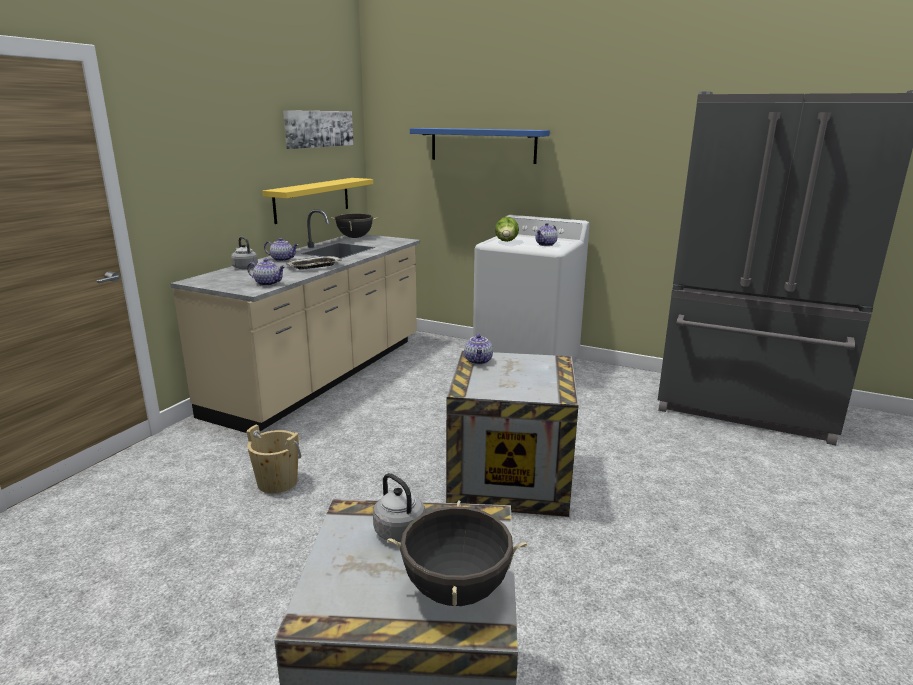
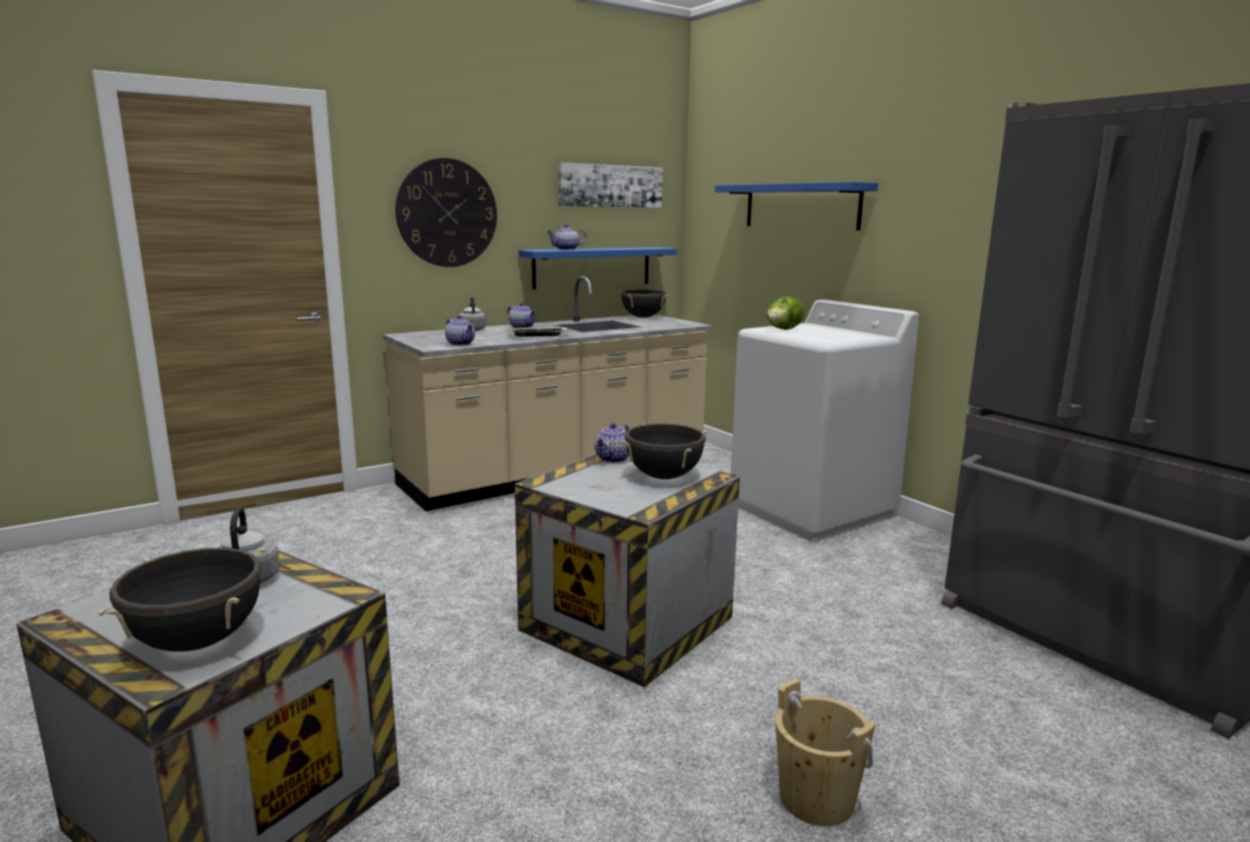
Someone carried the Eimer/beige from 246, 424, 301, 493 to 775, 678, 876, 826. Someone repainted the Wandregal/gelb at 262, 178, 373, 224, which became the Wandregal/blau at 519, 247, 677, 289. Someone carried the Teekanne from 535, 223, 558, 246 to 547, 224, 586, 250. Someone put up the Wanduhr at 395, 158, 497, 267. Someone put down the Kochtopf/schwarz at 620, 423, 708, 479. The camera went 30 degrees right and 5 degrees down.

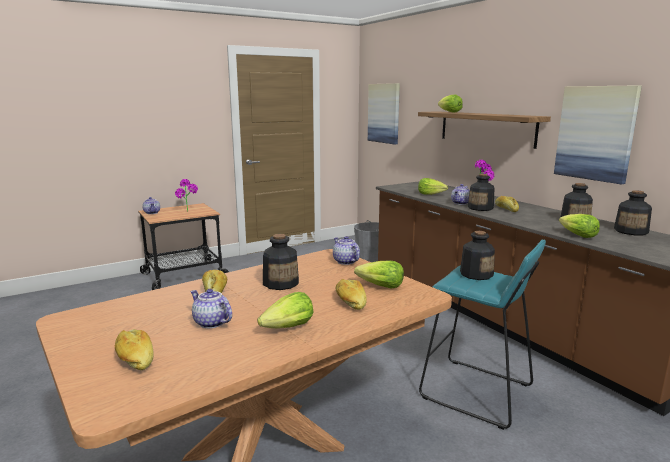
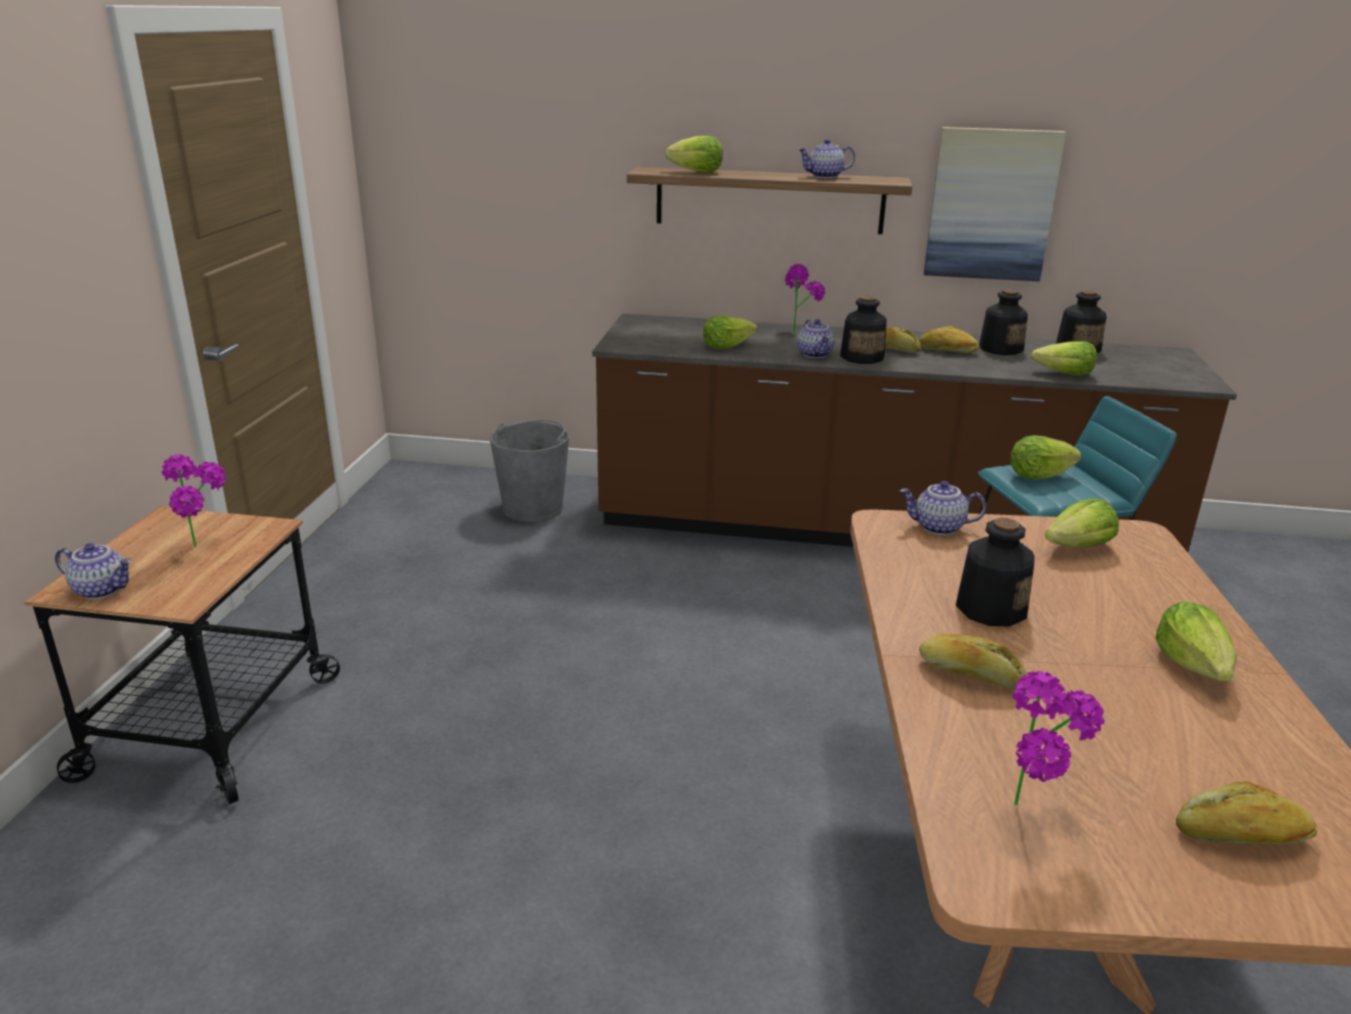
Someone carried the Teekanne from 190, 289, 232, 328 to 798, 139, 855, 178. Someone carried the Brot from 336, 279, 367, 310 to 919, 326, 979, 353. Someone took away the Bild at 368, 83, 400, 144. Someone swapped the Flasche at 460, 231, 495, 280 for the Salatkopf at 1010, 435, 1081, 479. Someone put down the Topfpflanze at 1013, 671, 1105, 806. The camera went 50 degrees left and 10 degrees up.

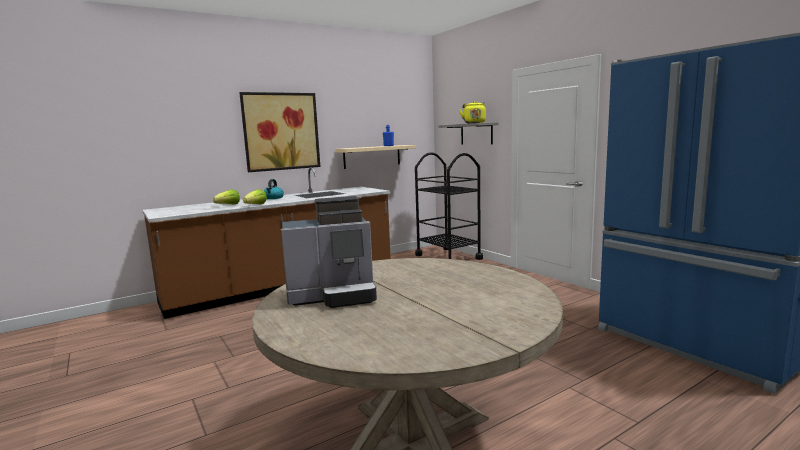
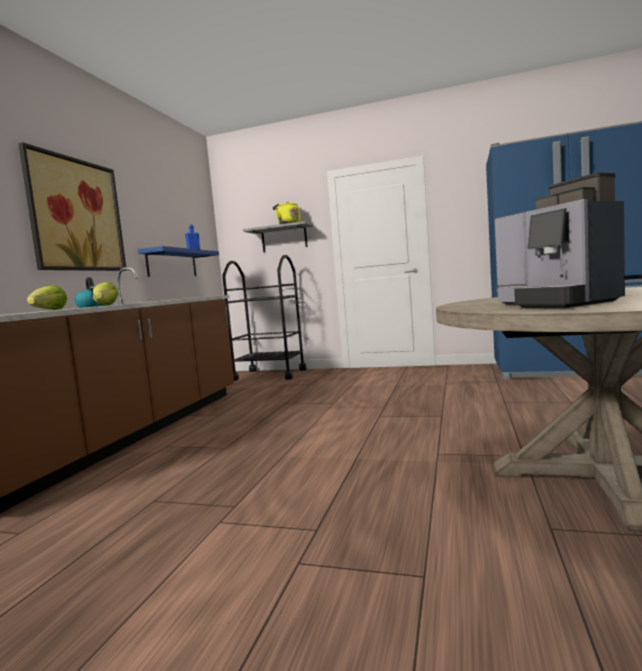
Someone rotated the Kaffeemaschine at 281, 196, 377, 308 by 120 degrees clockwise. Someone repainted the Wandregal/beige at 336, 145, 416, 169, which became the Wandregal/blau at 138, 246, 219, 277. The camera went 40 degrees left and 5 degrees down.

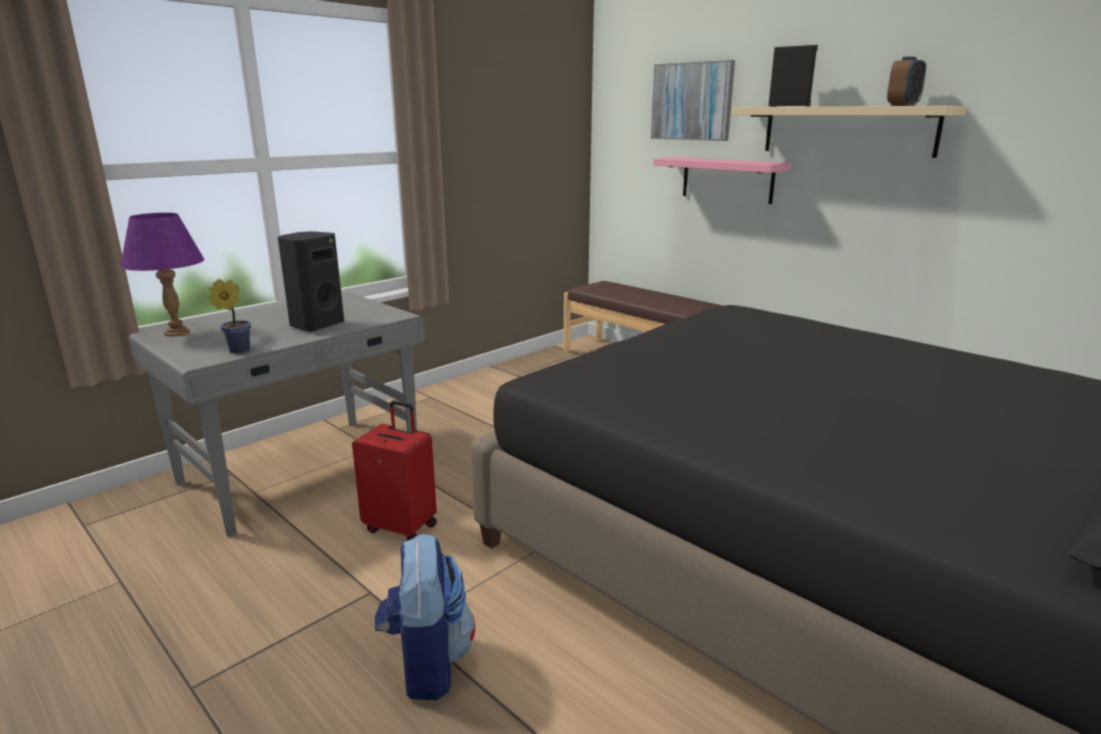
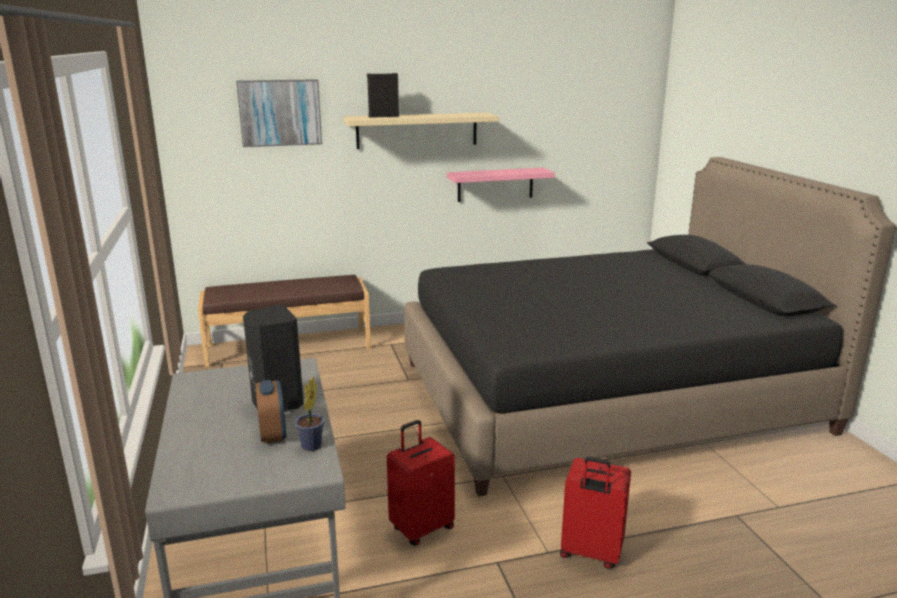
Someone took away the Tischlampe/lila at 120, 213, 204, 337. Someone swapped the Rucksack at 375, 534, 475, 700 for the Koffer/rot at 560, 457, 631, 569. Someone carried the Wandregal/rosa from 653, 157, 791, 204 to 447, 168, 555, 202. Someone carried the Wecker from 887, 56, 926, 106 to 255, 380, 287, 444. The camera went 60 degrees left and 0 degrees up.

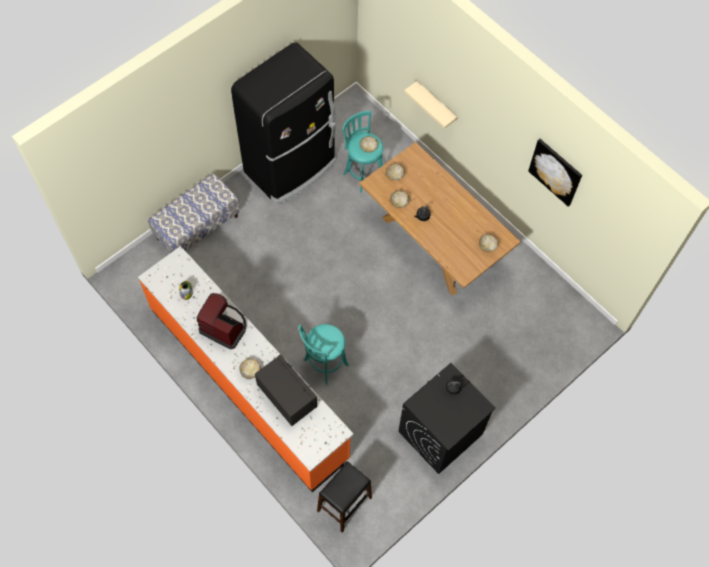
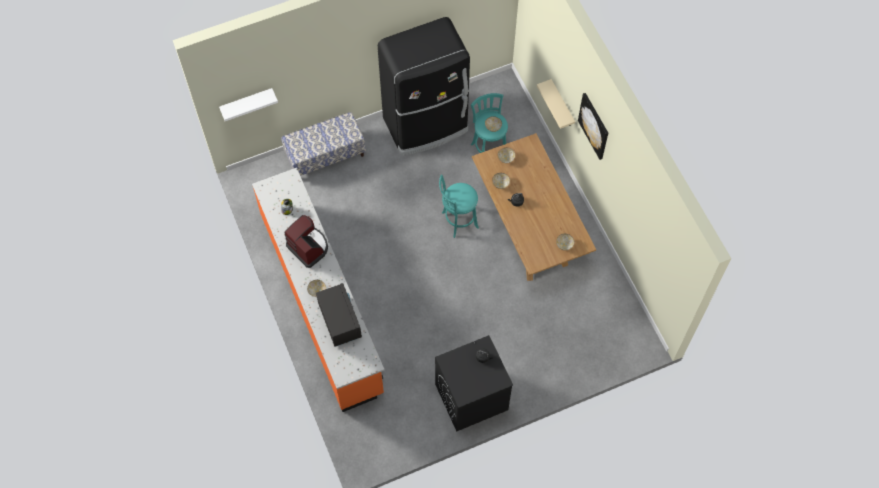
Someone carried the Hocker/türkis from 299, 324, 349, 384 to 439, 174, 479, 238. Someone took away the Hocker/schwarz at 317, 461, 372, 533. Someone carried the Bild from 528, 139, 582, 207 to 578, 93, 608, 160. Someone put up the Wandregal/weiß at 219, 88, 278, 121. The camera went 20 degrees right and 0 degrees up.

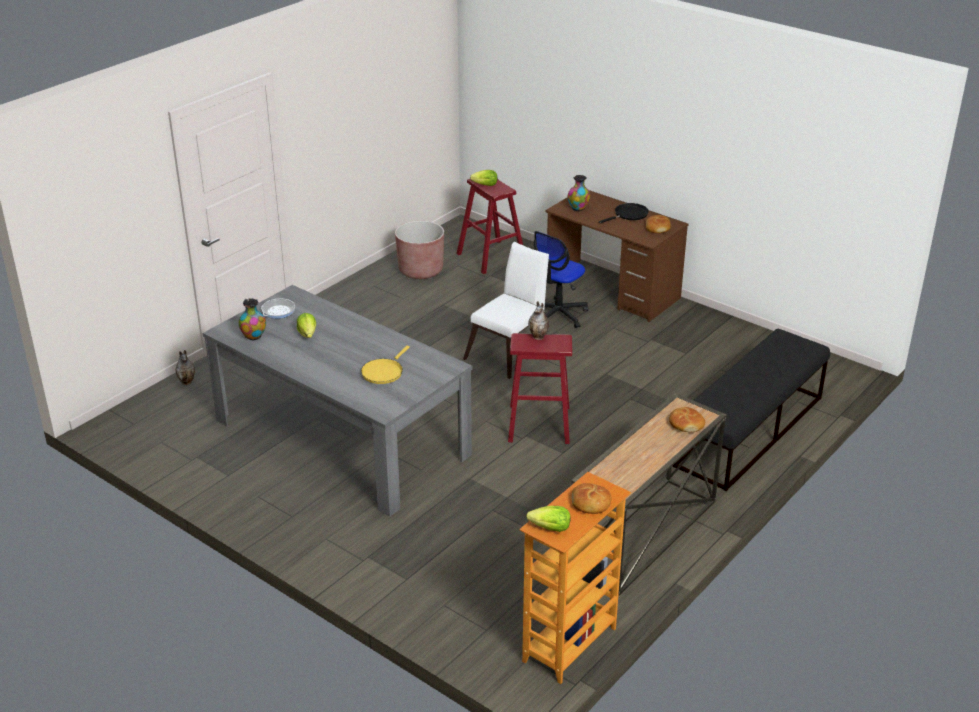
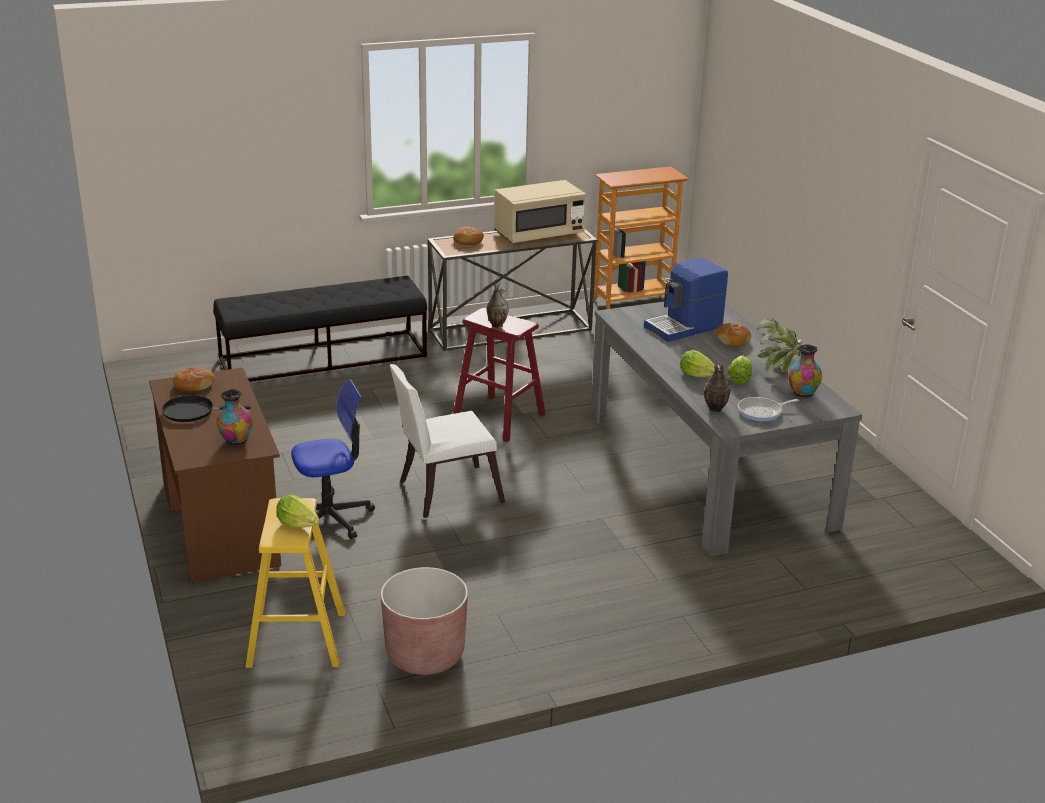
Someone carried the Vase from 176, 350, 195, 385 to 704, 364, 731, 412. Someone swapped the Pfanne/gelb at 361, 346, 410, 384 for the Kaffeemaschine at 644, 257, 728, 342. Someone repainted the Hocker/rot at 457, 179, 523, 274, which became the Hocker/gelb at 245, 498, 345, 668. Someone carried the Salatkopf from 526, 506, 571, 532 to 680, 350, 715, 377. Someone carried the Brot from 571, 483, 611, 514 to 715, 323, 751, 347. Someone put down the Mikrowelle/beige at 494, 180, 586, 243. Someone put down the Topfpflanze at 757, 318, 803, 372. The camera went 150 degrees left and 5 degrees down.

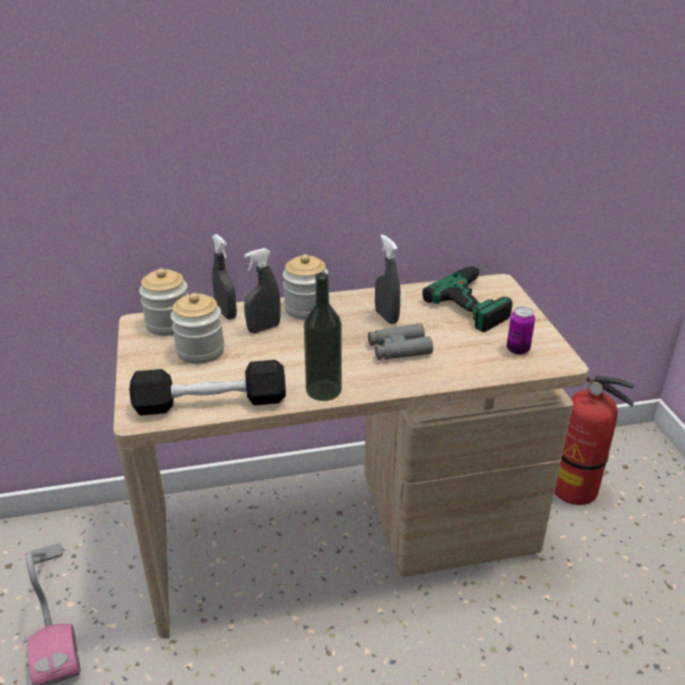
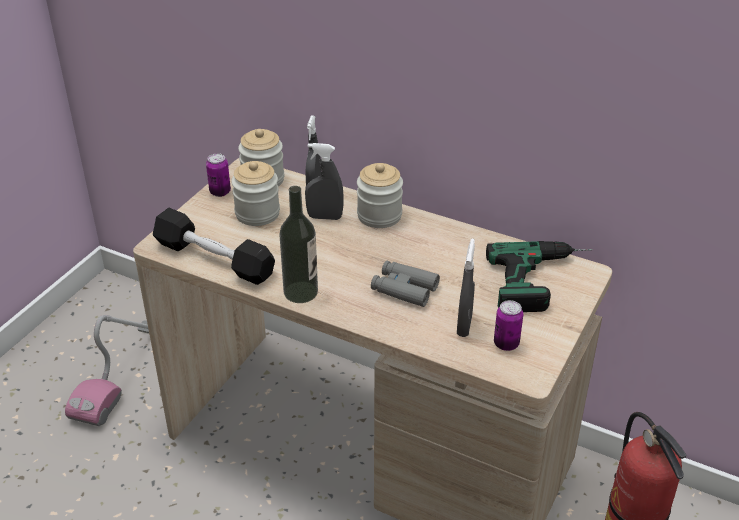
Someone carried the Sprühflasche/grau from 375, 234, 401, 324 to 457, 239, 475, 337. Someone put down the Dose at 206, 153, 231, 197. The camera went 40 degrees right and 5 degrees up.

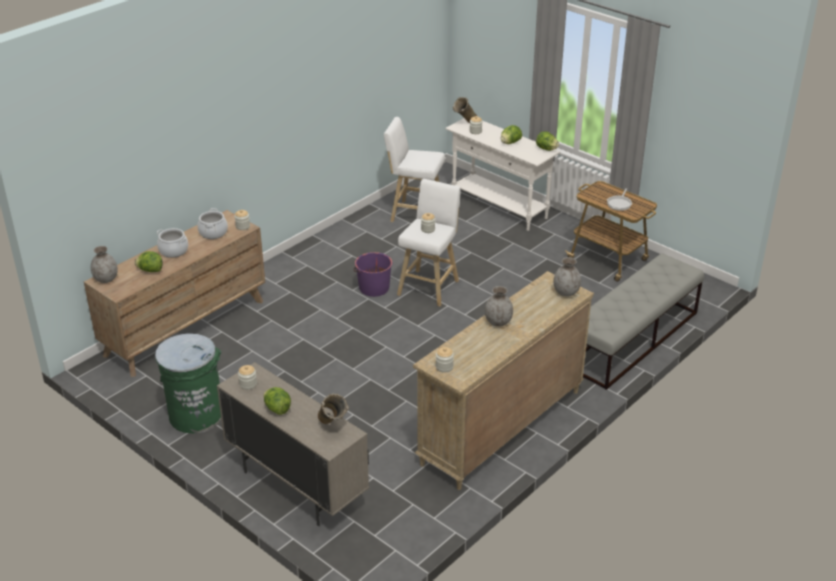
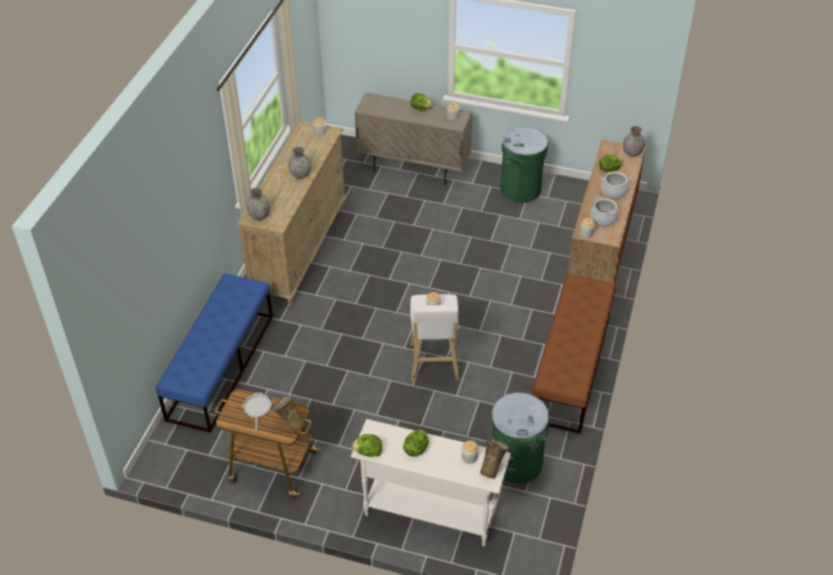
Someone carried the Vase/beige from 318, 393, 349, 424 to 271, 396, 305, 432. Someone took away the Eimer/lila at 354, 252, 393, 297. Someone swapped the Hocker/weiß at 384, 117, 445, 222 for the Mülleimer/grün at 492, 392, 550, 485. Someone repainted the Bank/grau at 583, 253, 704, 390, which became the Bank/blau at 156, 274, 273, 433. Someone put down the Bank/braun at 532, 274, 616, 434. The camera went 155 degrees right and 10 degrees up.

